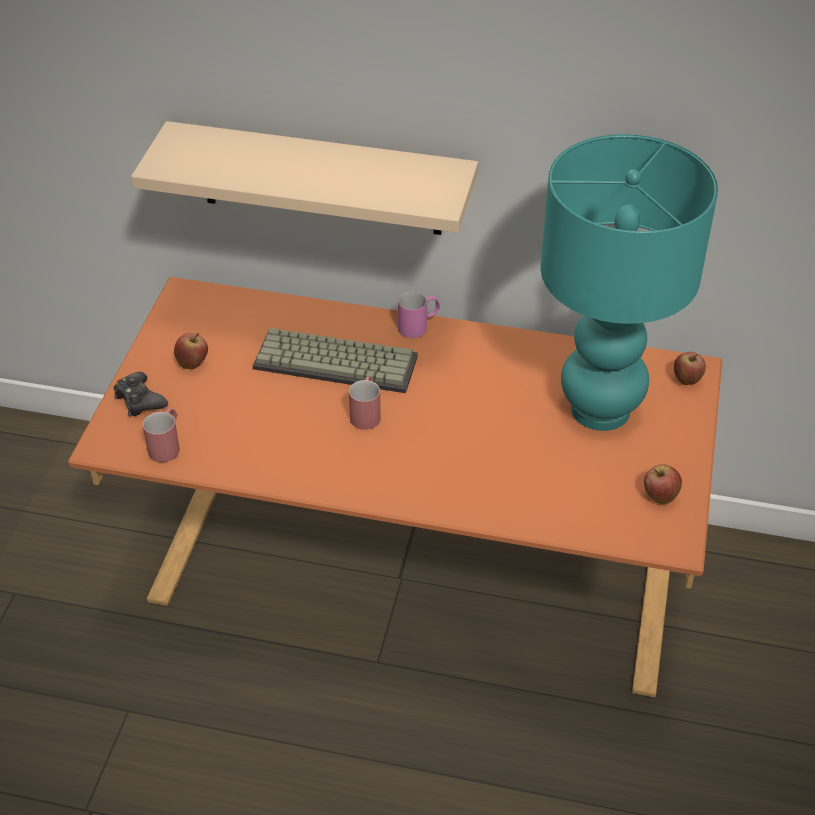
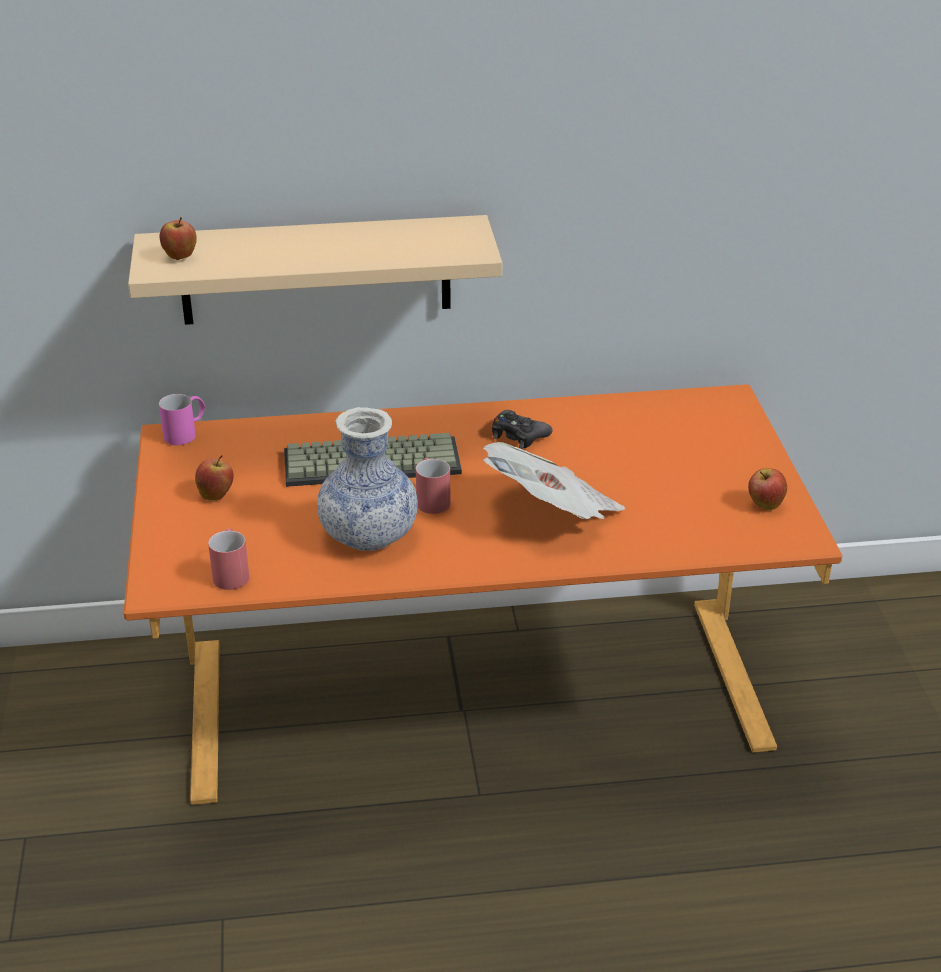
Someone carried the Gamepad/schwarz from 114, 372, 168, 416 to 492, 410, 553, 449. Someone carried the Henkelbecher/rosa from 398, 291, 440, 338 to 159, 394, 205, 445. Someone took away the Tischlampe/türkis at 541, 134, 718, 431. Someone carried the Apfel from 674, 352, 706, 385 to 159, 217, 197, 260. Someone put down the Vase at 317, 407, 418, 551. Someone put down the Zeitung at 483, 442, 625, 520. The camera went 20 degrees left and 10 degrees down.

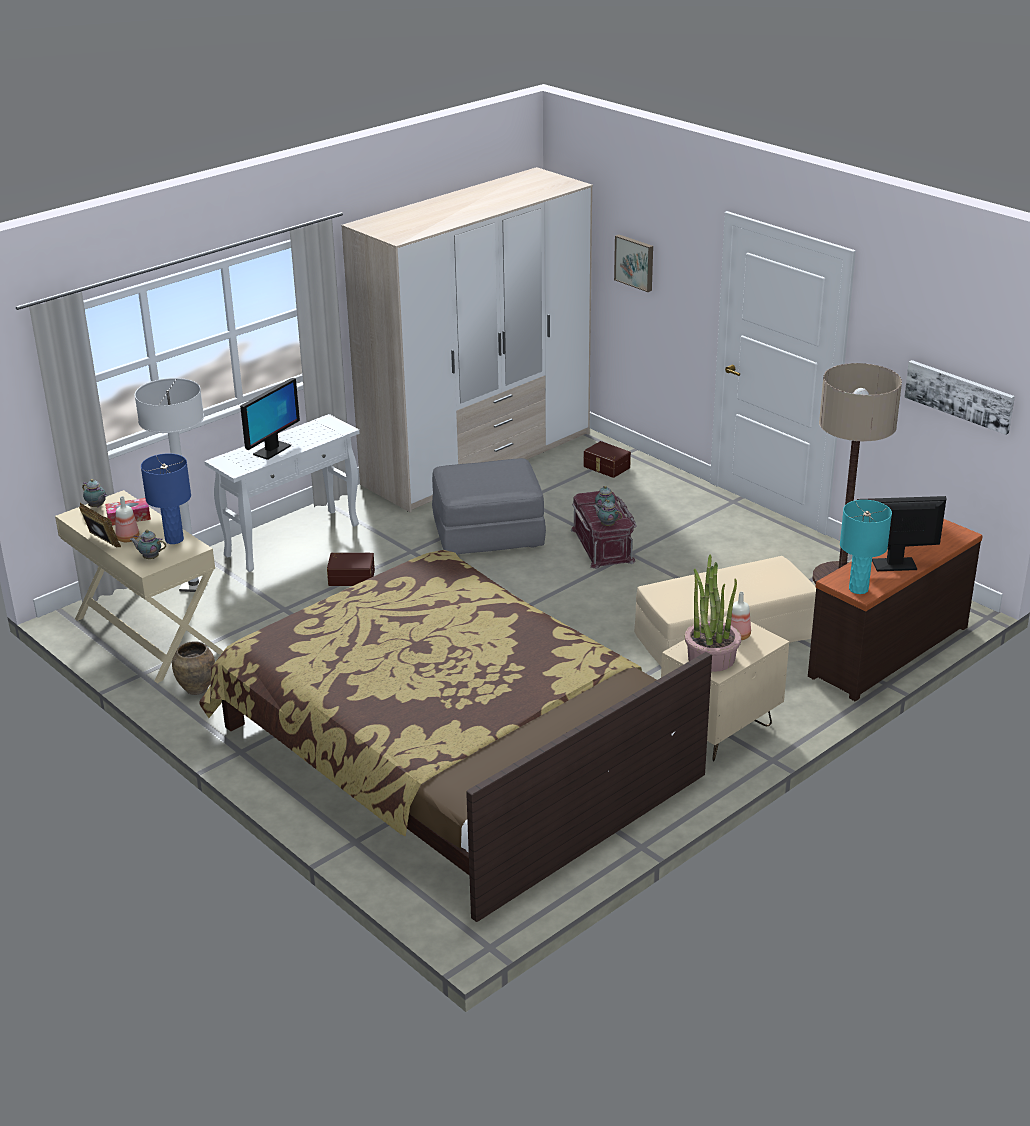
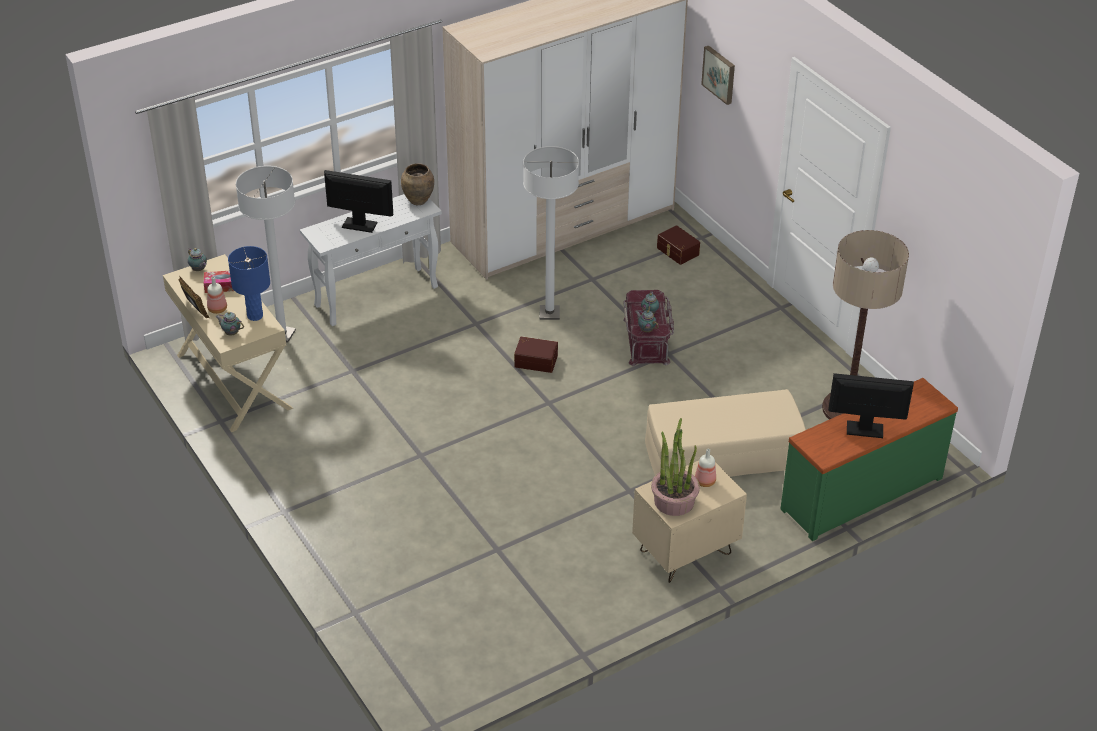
Someone carried the Vase/braun from 172, 641, 215, 695 to 401, 163, 434, 205. Someone took away the Bett at 199, 550, 712, 922. Someone rotated the Monitor at 240, 378, 300, 460 by 120 degrees counterclockwise. Someone carried the Aufbewahrungsbox/braun from 327, 553, 375, 586 to 514, 336, 558, 373. Someone swapped the Polsterhocker/grau at 432, 458, 546, 555 for the Stehlampe/weiß at 523, 146, 579, 320. Someone repainted the Kommode/braun at 808, 519, 983, 701, which became the Kommode/grün at 780, 378, 958, 541. Someone took away the Tischlampe/türkis at 840, 500, 892, 594. Someone took away the Bild at 904, 360, 1015, 435. The camera went 10 degrees right and 10 degrees up.

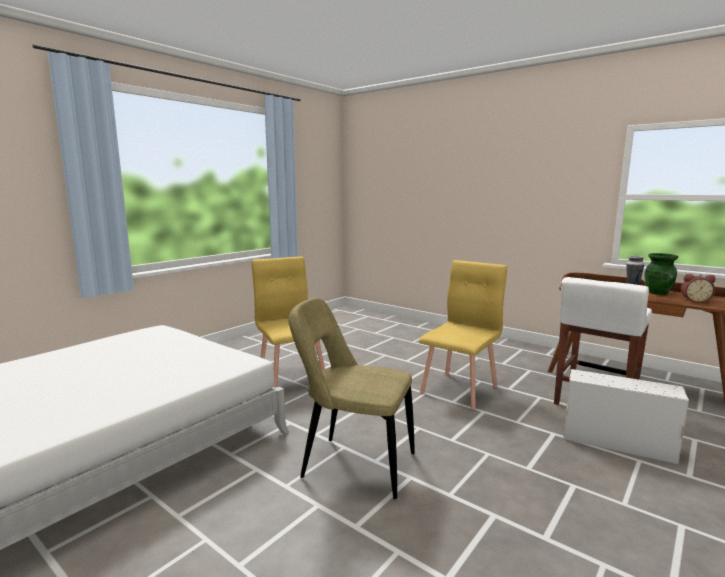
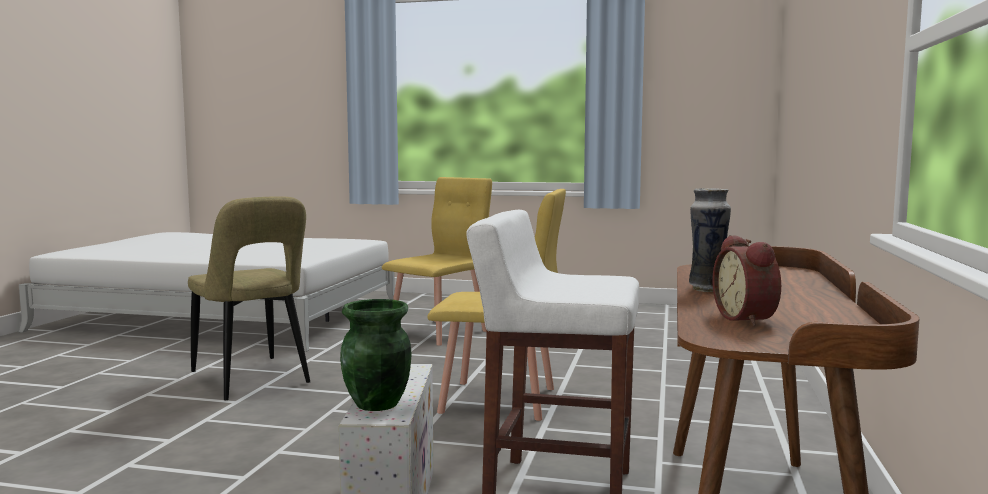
Someone rotated the Stuhl/beige at 288, 298, 415, 499 by 150 degrees clockwise. Someone carried the Vase/grün from 645, 253, 678, 295 to 340, 299, 412, 411. The camera went 65 degrees right and 5 degrees down.

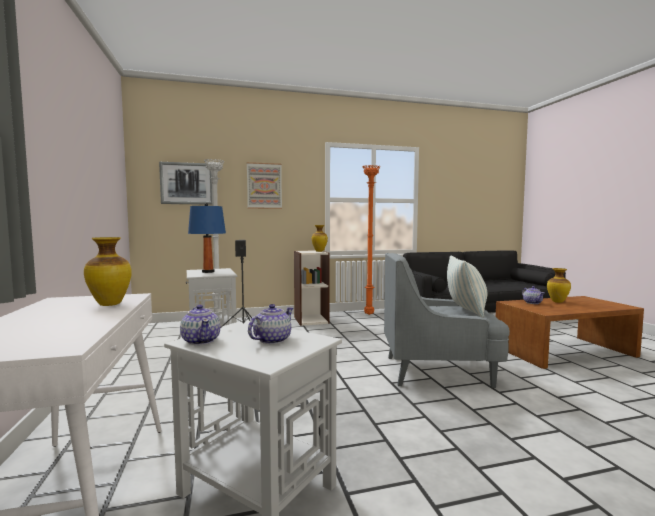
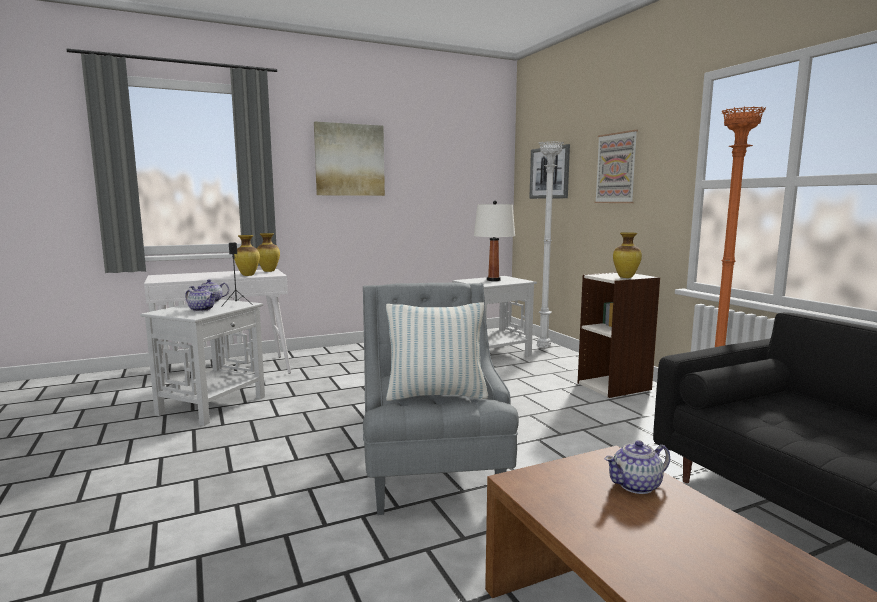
Someone repainted the Tischlampe/blau at 188, 203, 226, 273, which became the Tischlampe/weiß at 474, 201, 515, 281. Someone carried the Vase from 547, 268, 571, 303 to 257, 233, 280, 272. Someone put up the Bild at 314, 122, 385, 196. The camera went 80 degrees right and 5 degrees up.

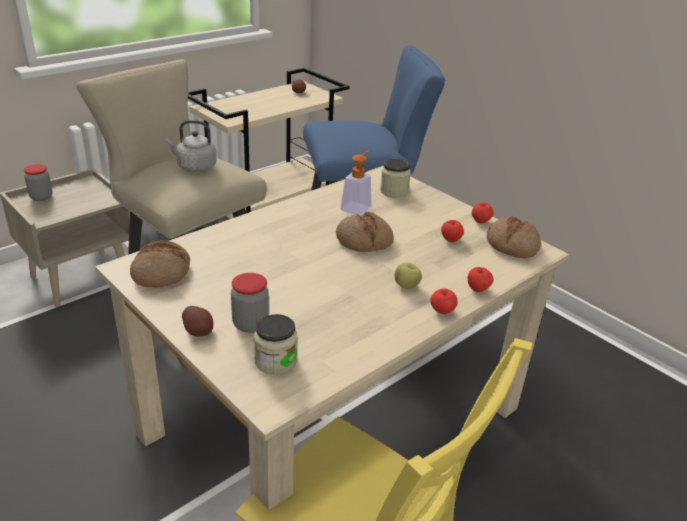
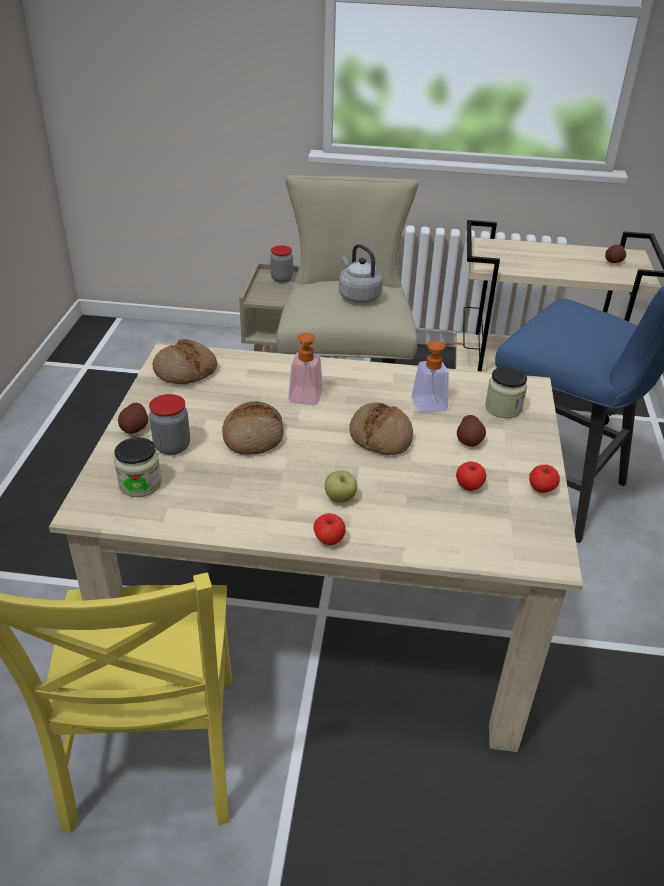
Someone took away the Apfel at 467, 267, 494, 292. Someone carried the Brot from 487, 216, 541, 259 to 222, 401, 284, 455. Someone put down the Seifenspender at 288, 333, 323, 405. Someone put down the Kartoffel at 457, 415, 486, 447. The camera went 50 degrees right and 5 degrees up.

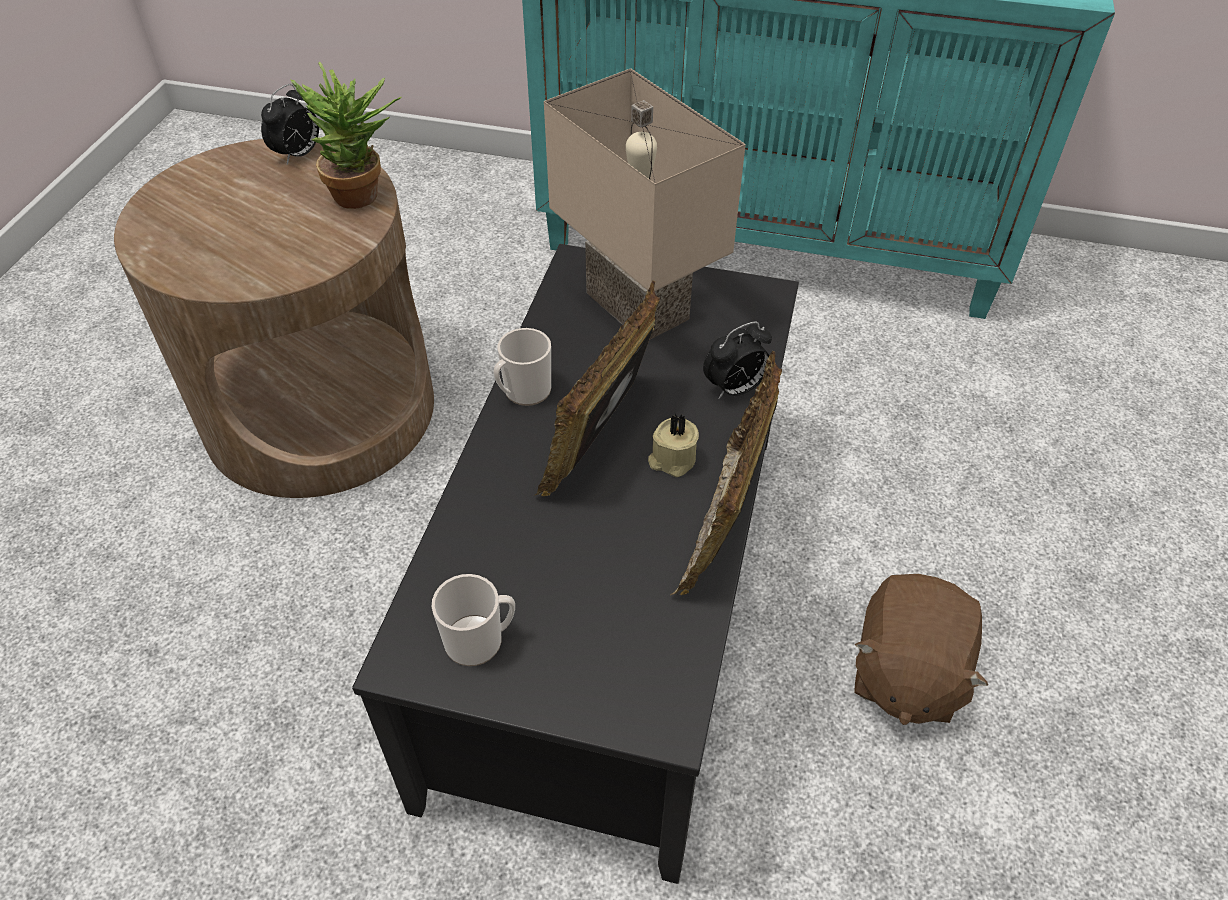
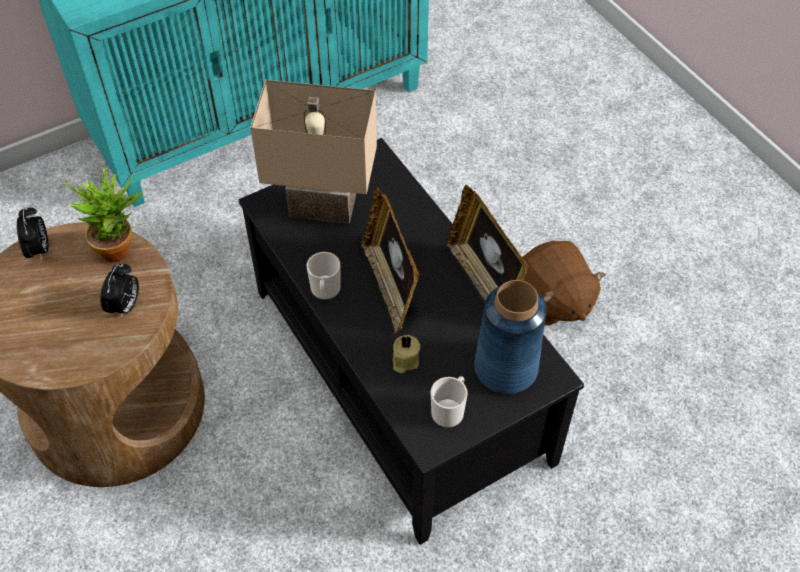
Someone carried the Kerze/beige from 648, 414, 699, 477 to 393, 335, 420, 373. Someone carried the Wecker from 703, 321, 772, 399 to 100, 264, 139, 319. Someone put down the Vase/blau at 474, 280, 547, 394. The camera went 45 degrees left and 5 degrees up.

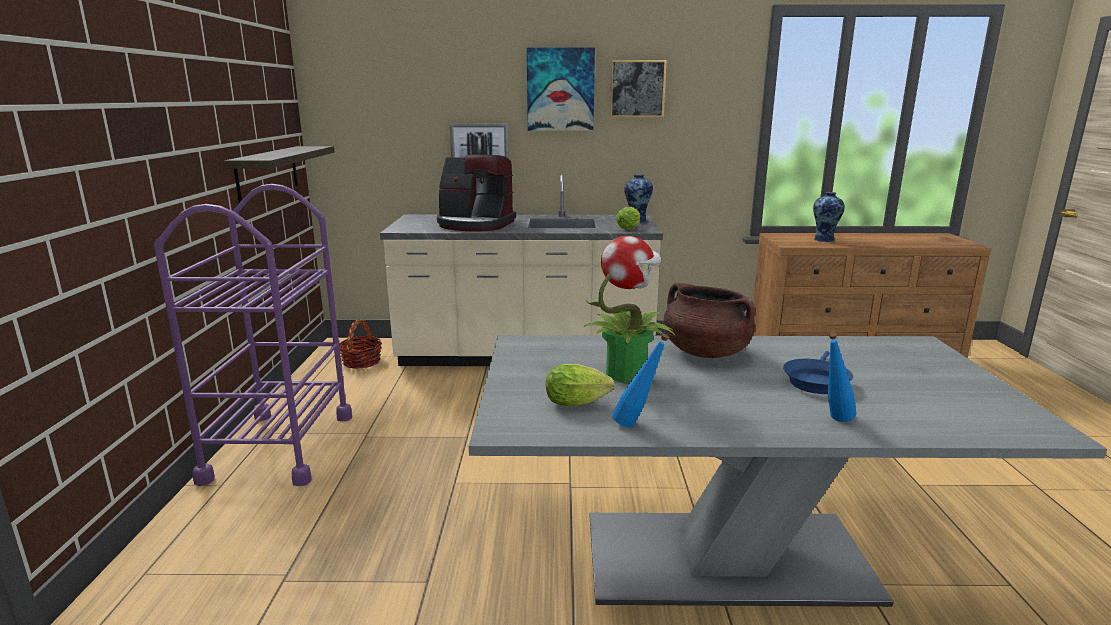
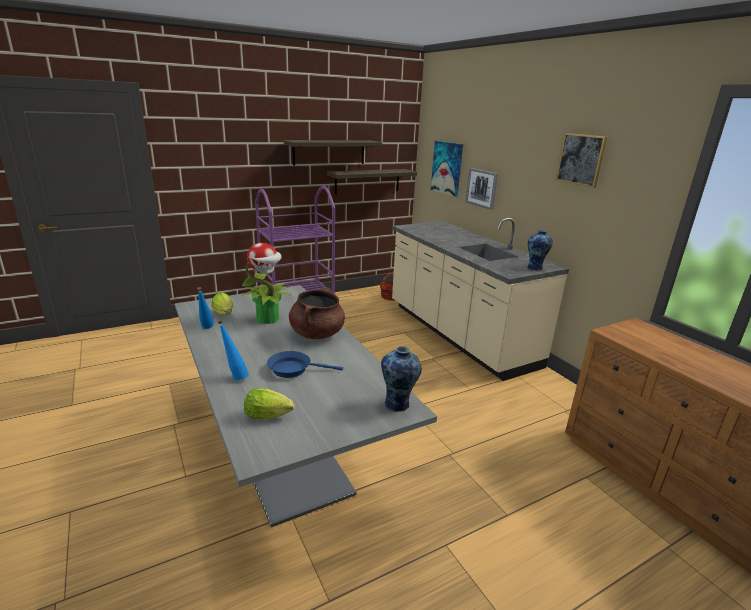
Someone took away the Kaffeemaschine at 437, 154, 516, 231. Someone carried the Bild from 527, 47, 595, 131 to 431, 141, 463, 197. Someone carried the Salatkopf from 616, 207, 640, 230 to 244, 388, 295, 419. Someone carried the Vase from 813, 192, 845, 242 to 381, 346, 422, 412. Someone put up the Wandregal at 284, 140, 382, 165. The camera went 60 degrees right and 5 degrees up.

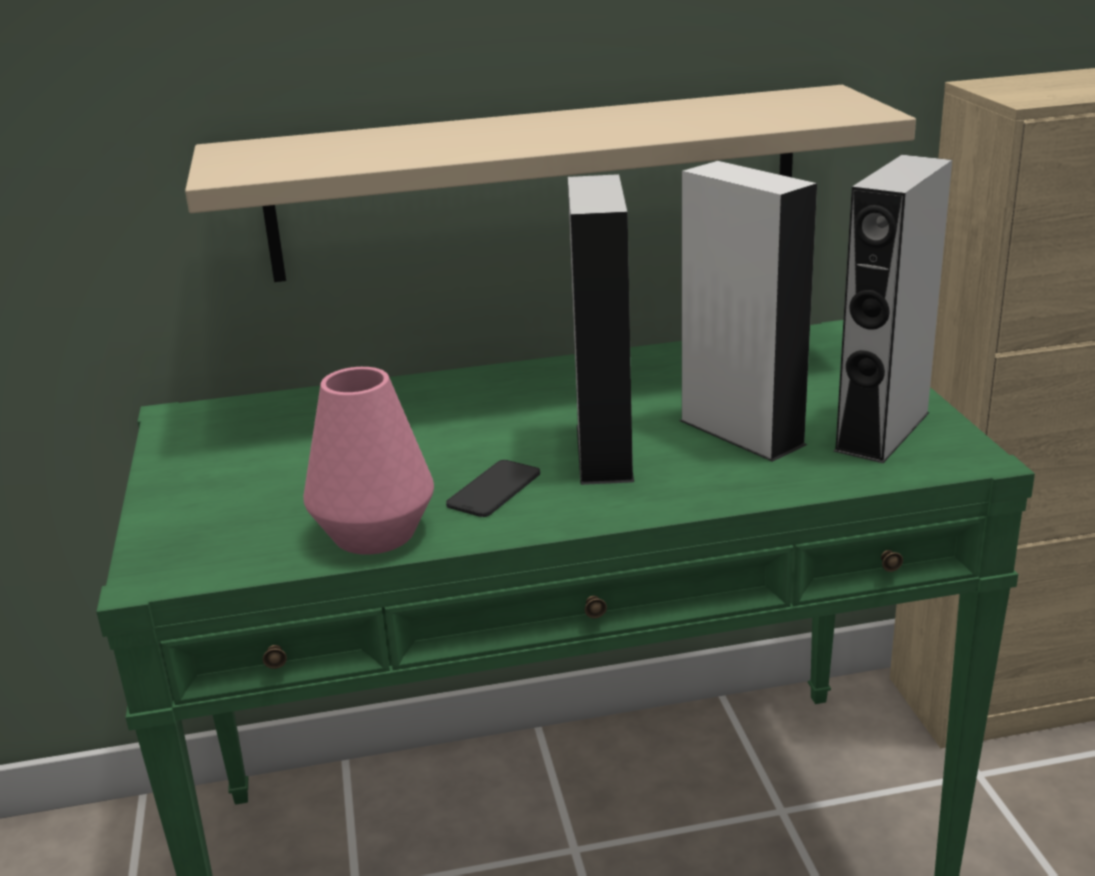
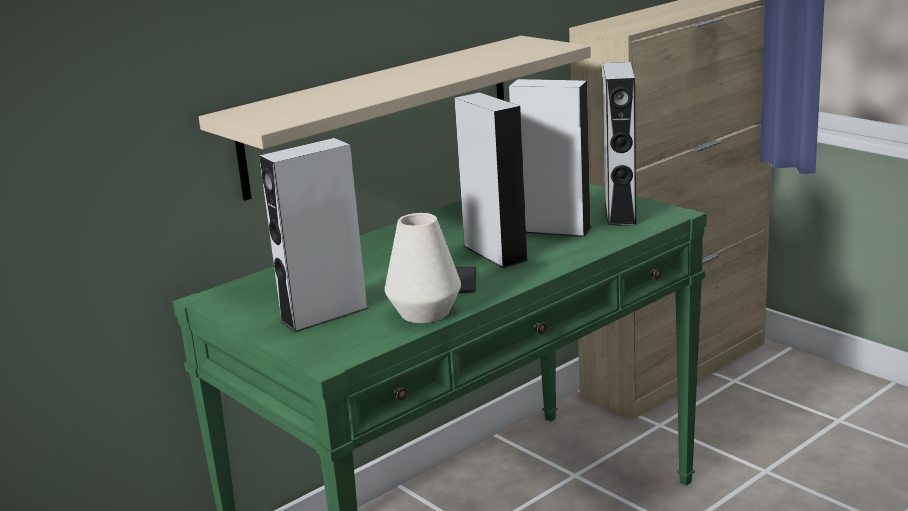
Someone repainted the Vase/rosa at 303, 367, 434, 555, which became the Vase/weiß at 385, 213, 461, 323. Someone put down the Lautsprecher/grau at 259, 138, 369, 333. The camera went 30 degrees left and 5 degrees down.

